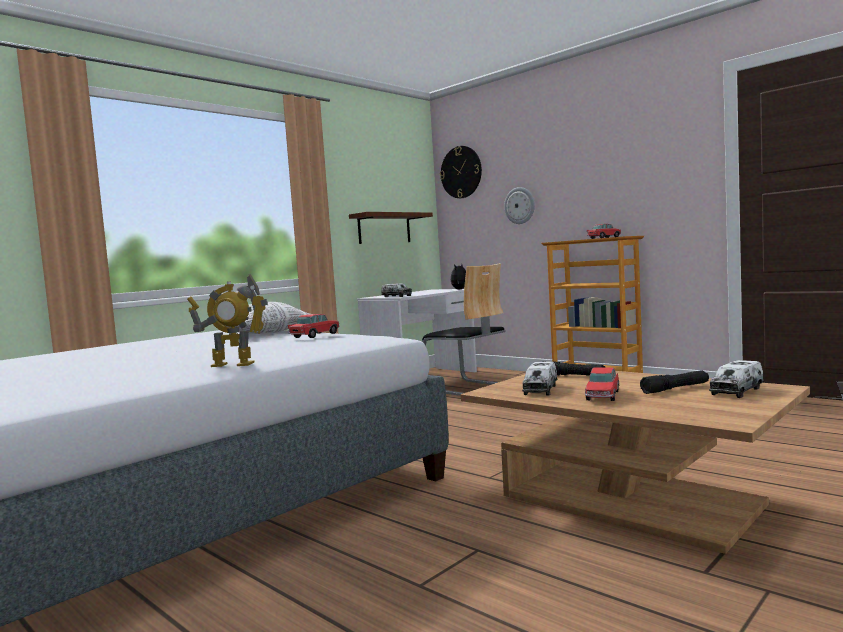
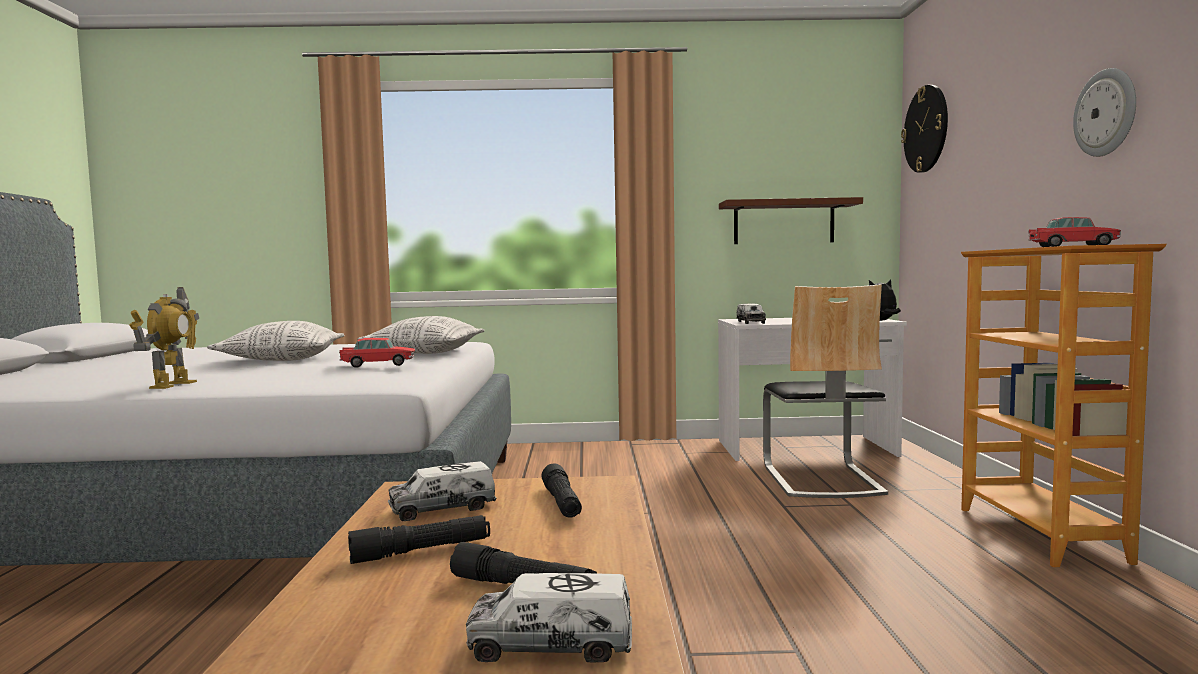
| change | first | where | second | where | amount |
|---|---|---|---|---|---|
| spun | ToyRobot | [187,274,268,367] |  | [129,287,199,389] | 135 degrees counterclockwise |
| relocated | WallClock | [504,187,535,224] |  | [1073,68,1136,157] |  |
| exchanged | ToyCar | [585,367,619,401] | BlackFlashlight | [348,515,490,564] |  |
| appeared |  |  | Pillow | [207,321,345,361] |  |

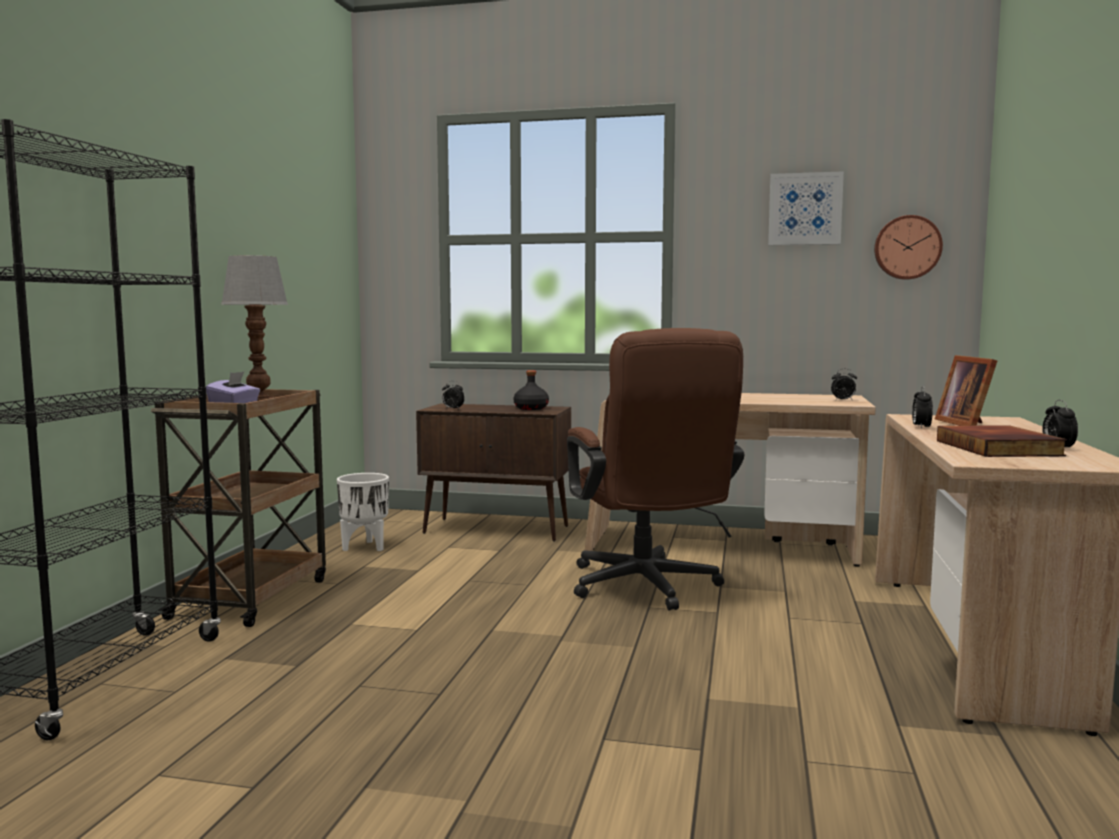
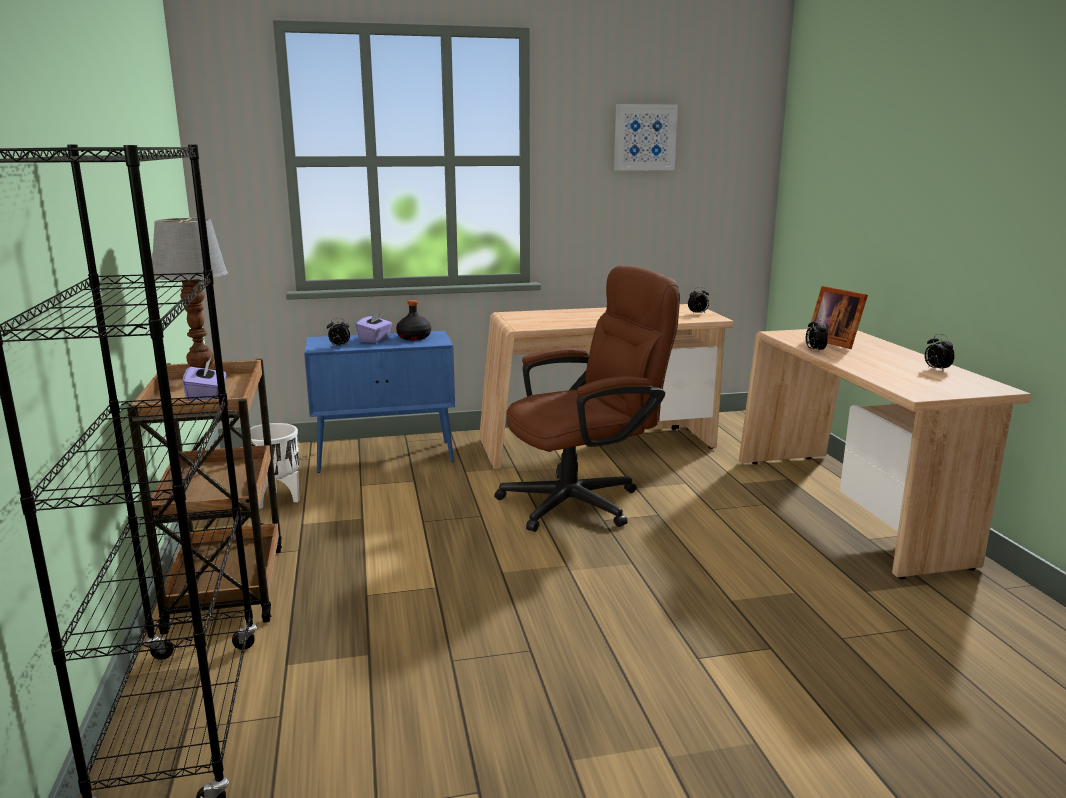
| change | first | where | second | where | amount |
|---|---|---|---|---|---|
| colour | BrownCabinet | [416,404,571,542] | BlueCabinet | [304,331,455,473] |  |
| spun | BrownOfficeChair | [567,328,744,610] |  | [494,265,680,532] | 75 degrees counterclockwise |
| missing | WallClock | [874,215,943,280] |  |  |  |
| missing | Book | [937,425,1067,457] |  |  |  |
| appeared |  |  | PurpleTissueBox | [355,311,392,343] |  |

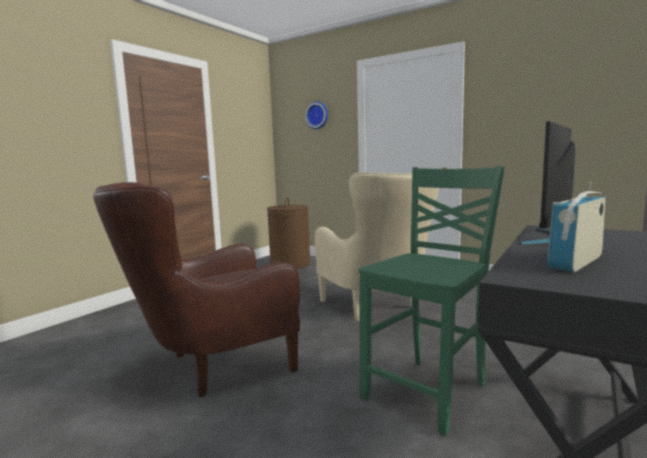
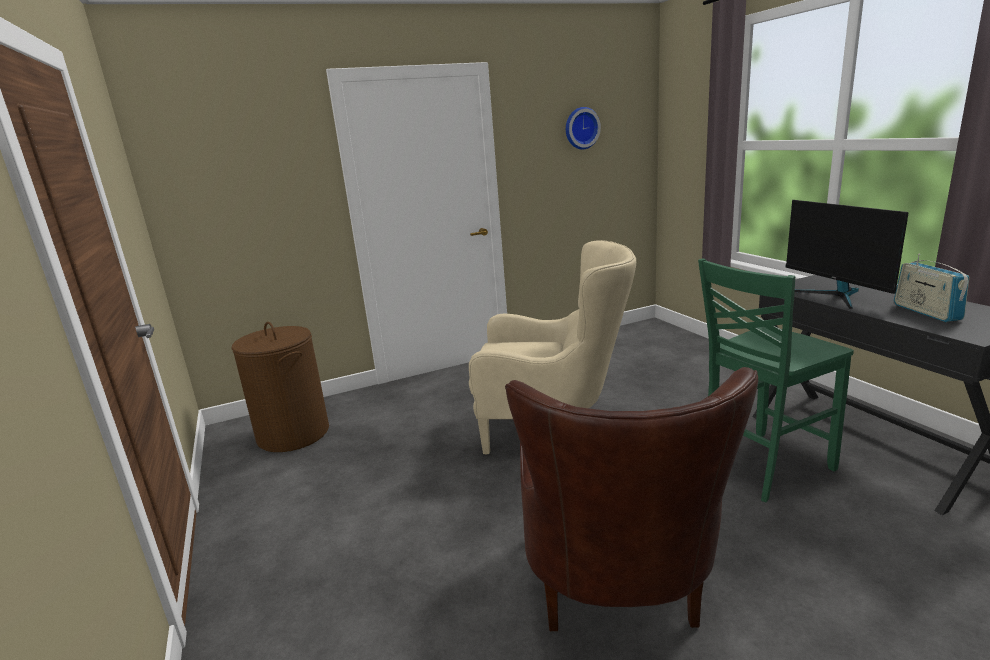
| change | first | where | second | where | amount |
|---|---|---|---|---|---|
| relocated | WallClock | [305,101,328,129] |  | [566,107,601,149] |  |
| spun | GreenChair | [359,166,505,436] |  | [698,258,854,502] | 105 degrees counterclockwise |

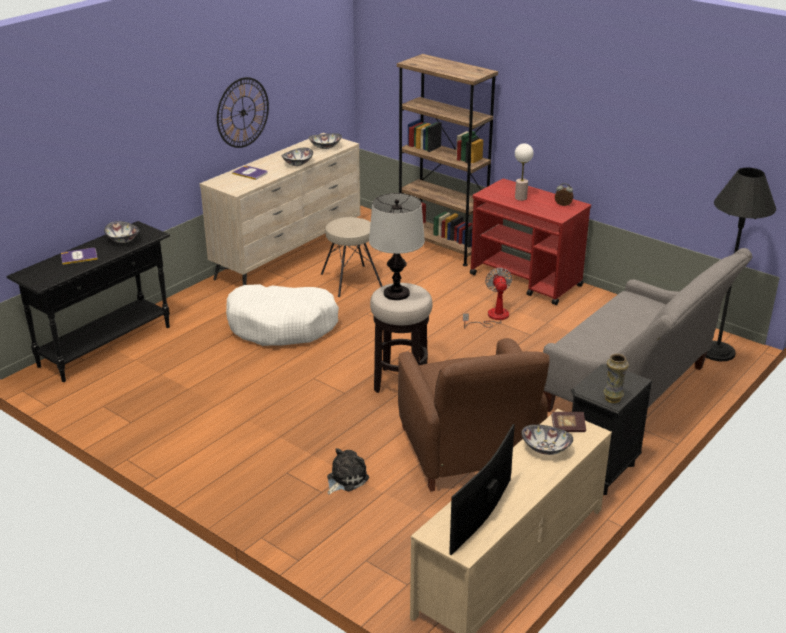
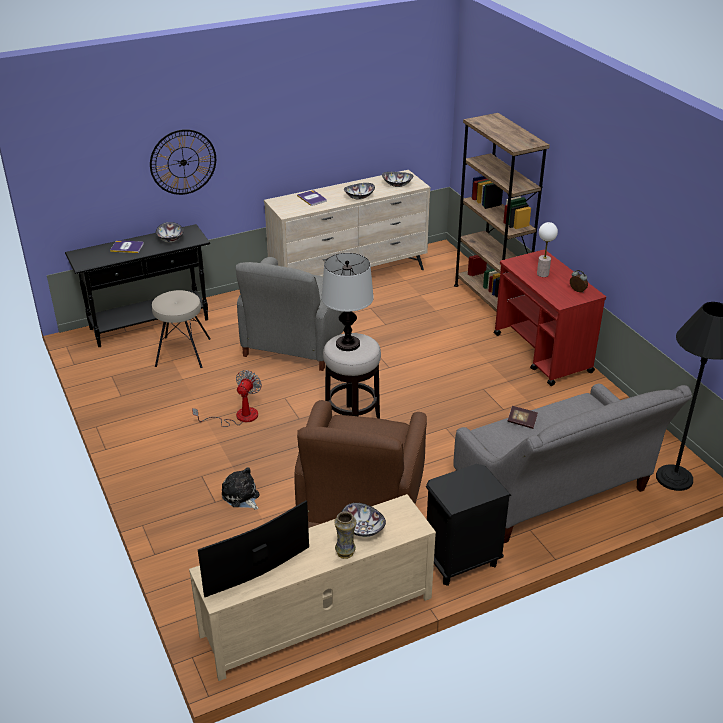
| change | first | where | second | where | amount |
|---|---|---|---|---|---|
| relocated | WallClock | [217,77,269,148] |  | [150,129,216,195] |  |
| exchanged | WhiteDogBed | [226,284,339,346] | GreyArmchair | [236,257,345,371] |  |
| relocated | BeigeStool | [321,217,382,297] |  | [152,290,210,368] |  |
| spun | PlushToy | [327,448,369,495] |  | [222,467,260,510] | 105 degrees counterclockwise |
| relocated | Fan | [463,268,512,329] |  | [192,370,262,427] |  |
| relocated | Book | [551,412,586,432] |  | [507,406,538,429] |  |
| relocated | Vase | [604,354,629,403] |  | [334,511,357,559] |  |

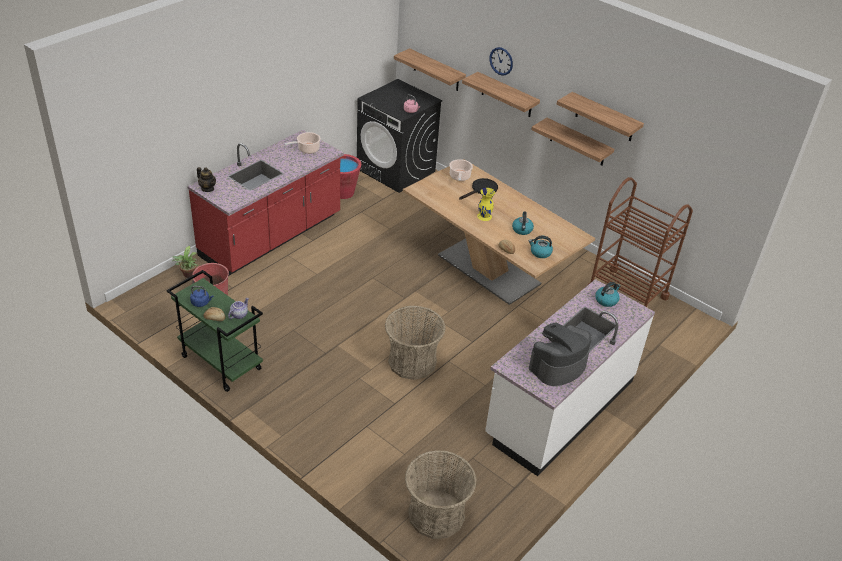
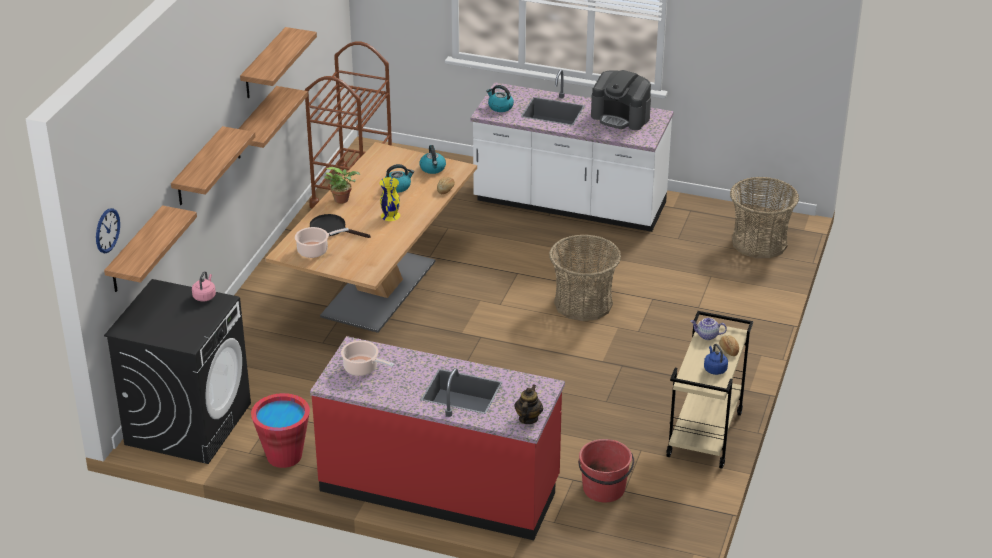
| change | first | where | second | where | amount |
|---|---|---|---|---|---|
| colour | GreenCart | [167,270,263,392] | BeigeCart | [666,311,753,469] |  |
| relocated | PottedPlant | [172,246,198,278] |  | [324,167,360,204] |  |
| relocated | WallClock | [489,47,513,76] |  | [96,208,120,253] |  |

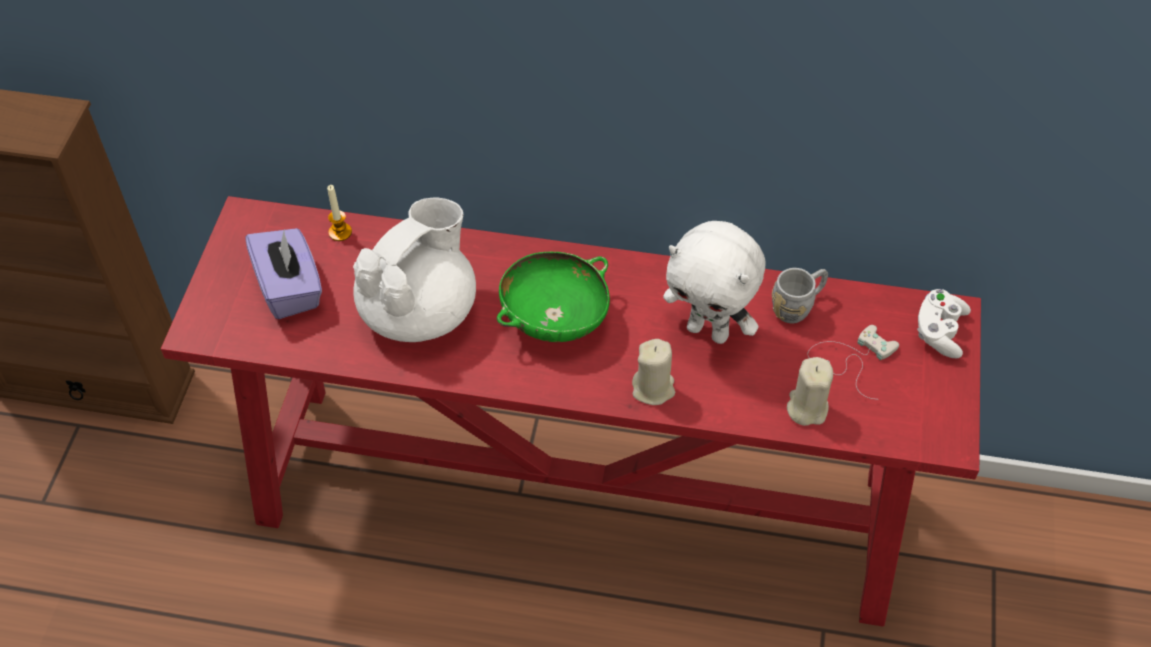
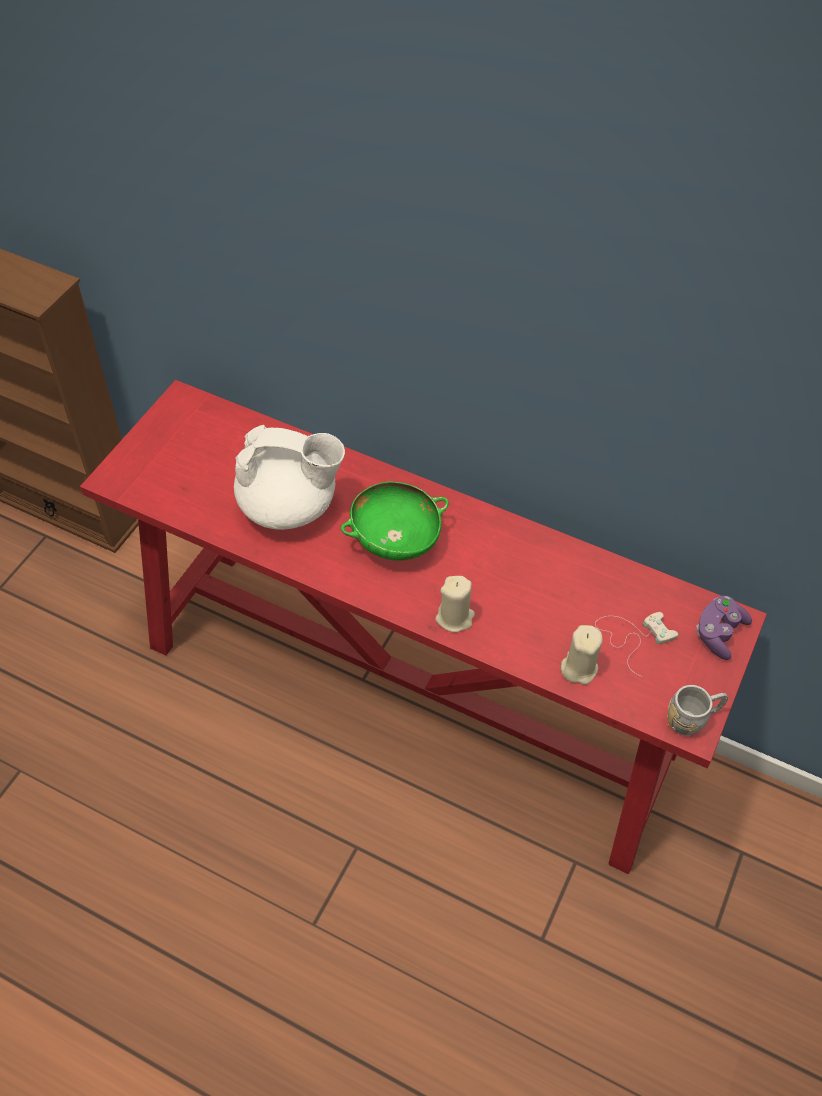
| change | first | where | second | where | amount |
|---|---|---|---|---|---|
| missing | PurpleTissueBox | [245,228,322,319] |  |  |  |
| missing | Candle | [327,185,352,241] |  |  |  |
| spun | WhiteTeapot | [353,197,476,342] |  | [234,425,345,530] | 45 degrees clockwise |
| missing | WhitePlushToy | [663,221,765,344] |  |  |  |
| relocated | GreyMug | [772,268,828,324] |  | [667,685,728,736] |  |
| colour | WhiteGameController | [917,289,971,358] | PurpleGameController | [696,596,752,660] |  |

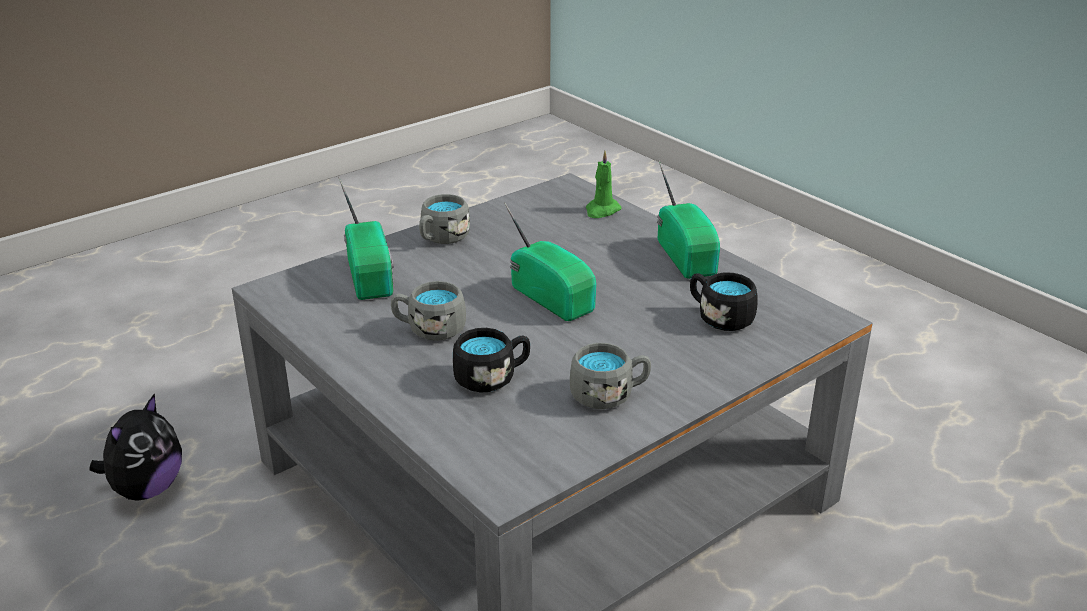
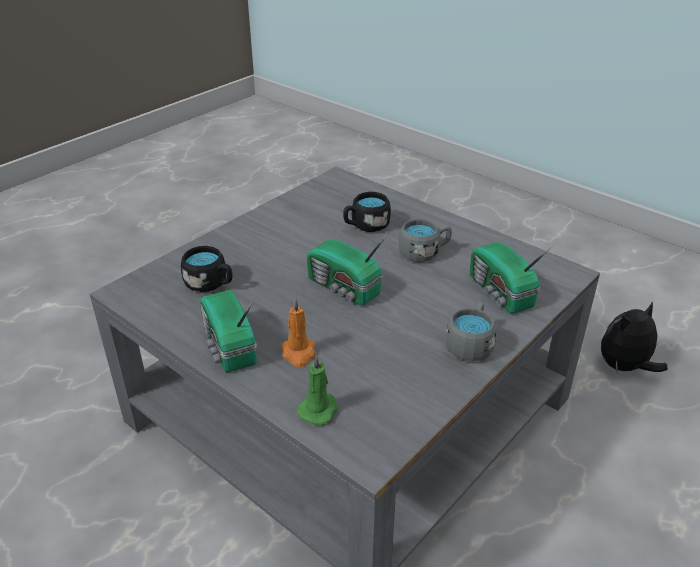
| change | first | where | second | where | amount |
|---|---|---|---|---|---|
| spun | PlushToy | [89,393,182,501] |  | [601,301,668,373] | 45 degrees clockwise |
| missing | GreyMug | [570,343,651,409] |  |  |  |
| appeared |  |  | OrangeCandle | [281,298,315,367] |  |

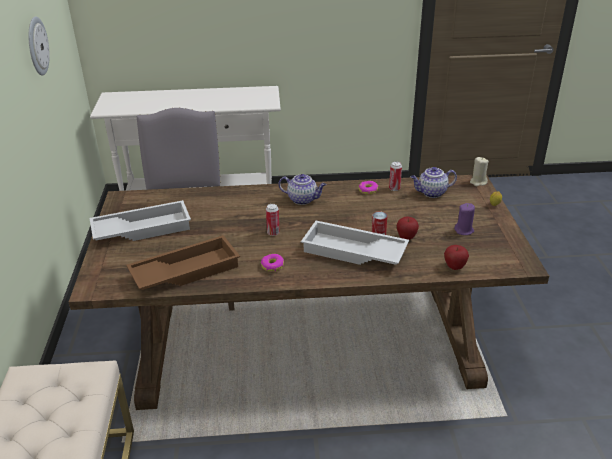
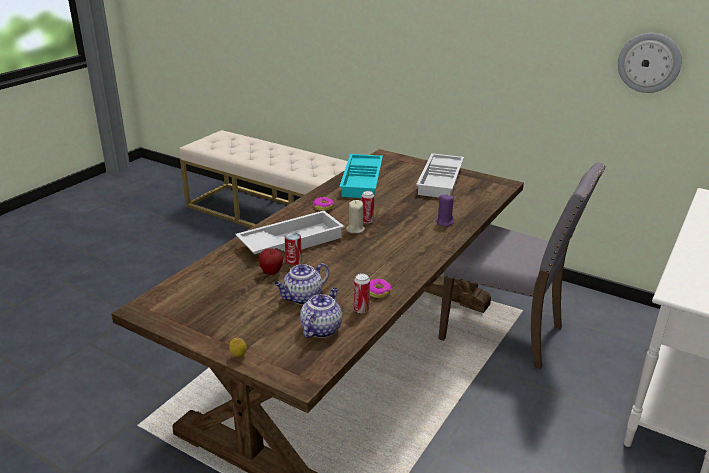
| change | first | where | second | where | amount |
|---|---|---|---|---|---|
| colour | BrownTray | [126,235,240,290] | TurquoiseTray | [339,154,383,198] |  |
| relocated | Teapot | [279,174,326,205] |  | [274,263,329,305] |  |
| missing | Apple | [444,245,469,270] |  |  |  |
| relocated | PurpleCandle | [454,203,475,235] |  | [436,194,454,227] |  |
| relocated | BeigeCandle | [470,157,489,186] |  | [346,200,365,233] |  |

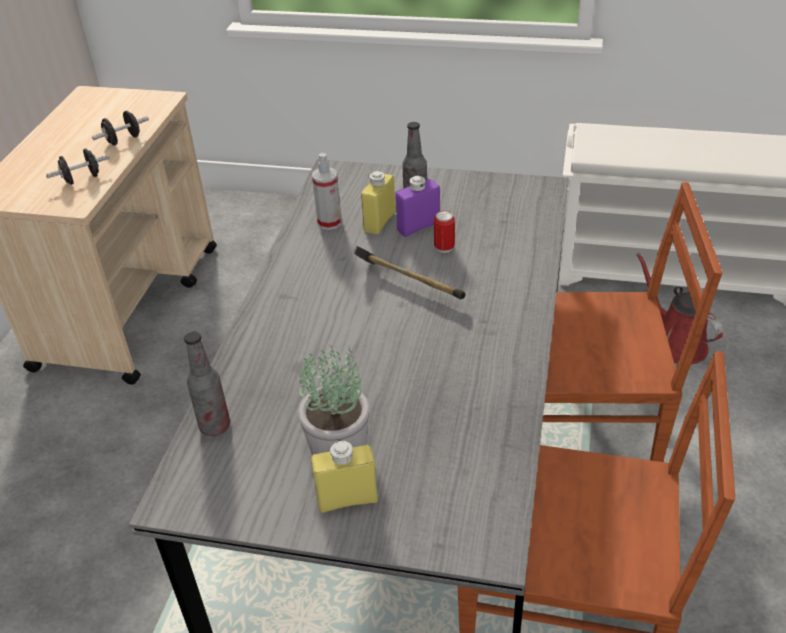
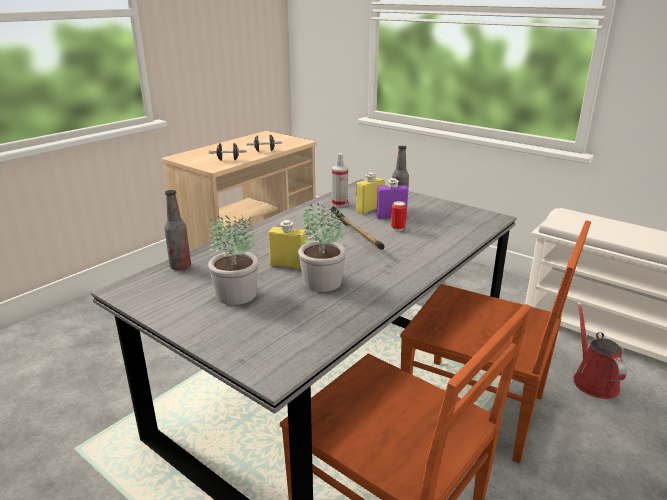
| change | first | where | second | where | amount |
|---|---|---|---|---|---|
| relocated | YellowBottle | [311,440,378,513] |  | [268,220,306,270] |  |
| appeared |  |  | PottedPlant | [298,203,346,292] |  |

